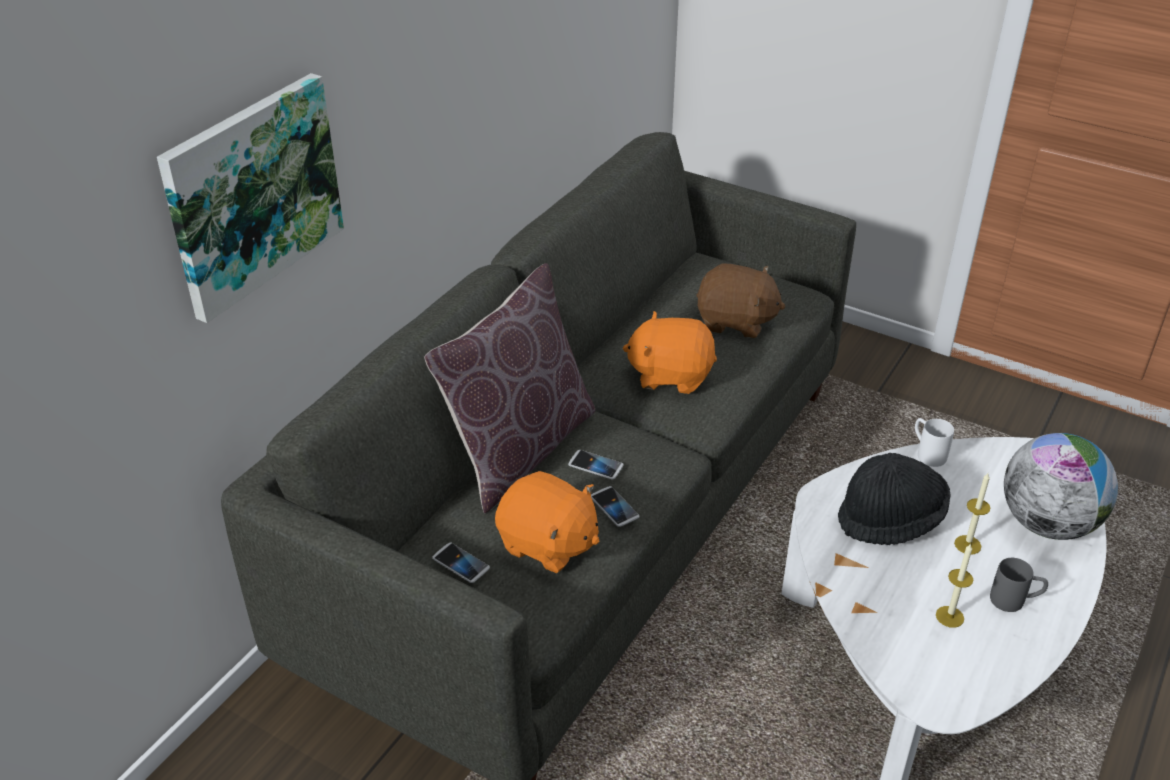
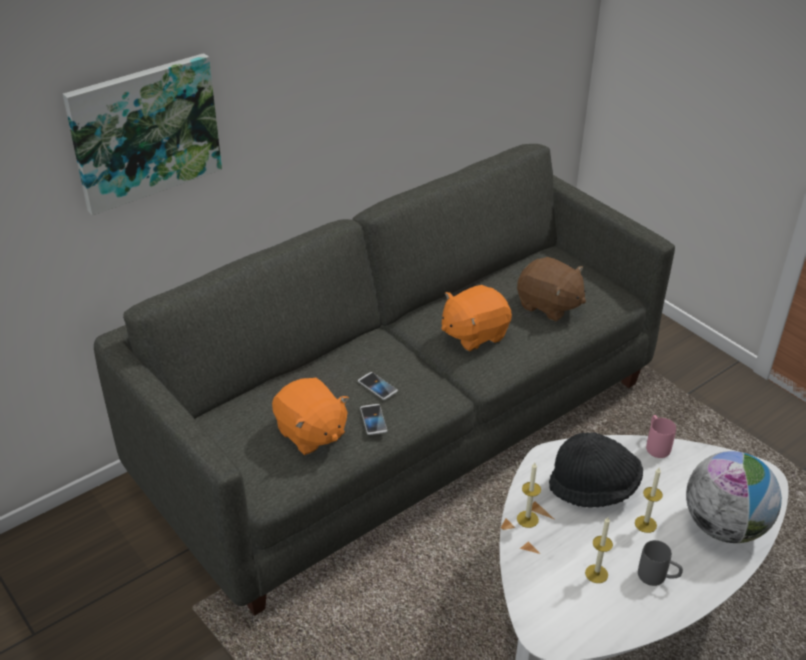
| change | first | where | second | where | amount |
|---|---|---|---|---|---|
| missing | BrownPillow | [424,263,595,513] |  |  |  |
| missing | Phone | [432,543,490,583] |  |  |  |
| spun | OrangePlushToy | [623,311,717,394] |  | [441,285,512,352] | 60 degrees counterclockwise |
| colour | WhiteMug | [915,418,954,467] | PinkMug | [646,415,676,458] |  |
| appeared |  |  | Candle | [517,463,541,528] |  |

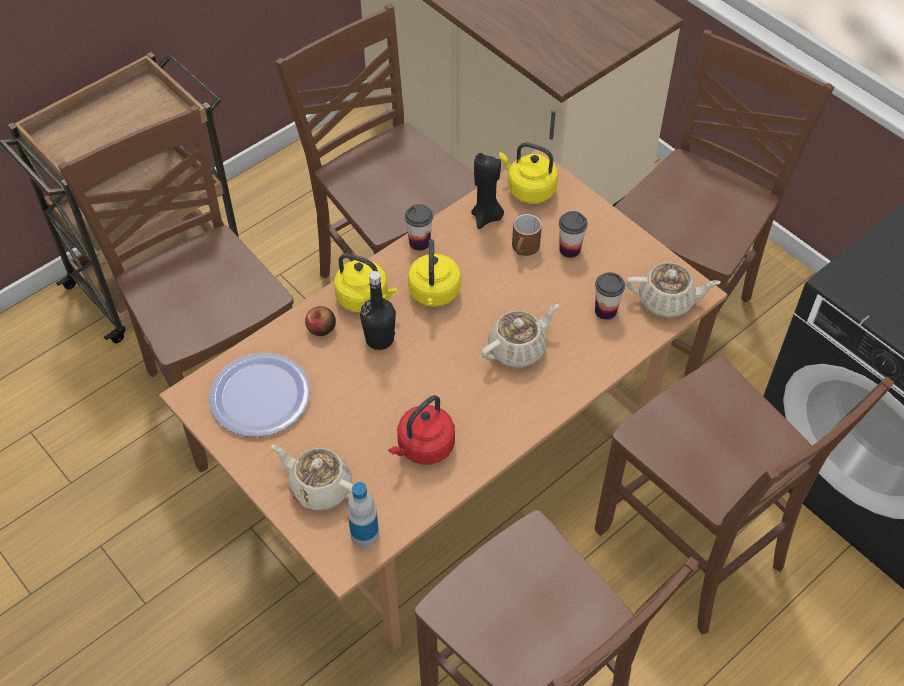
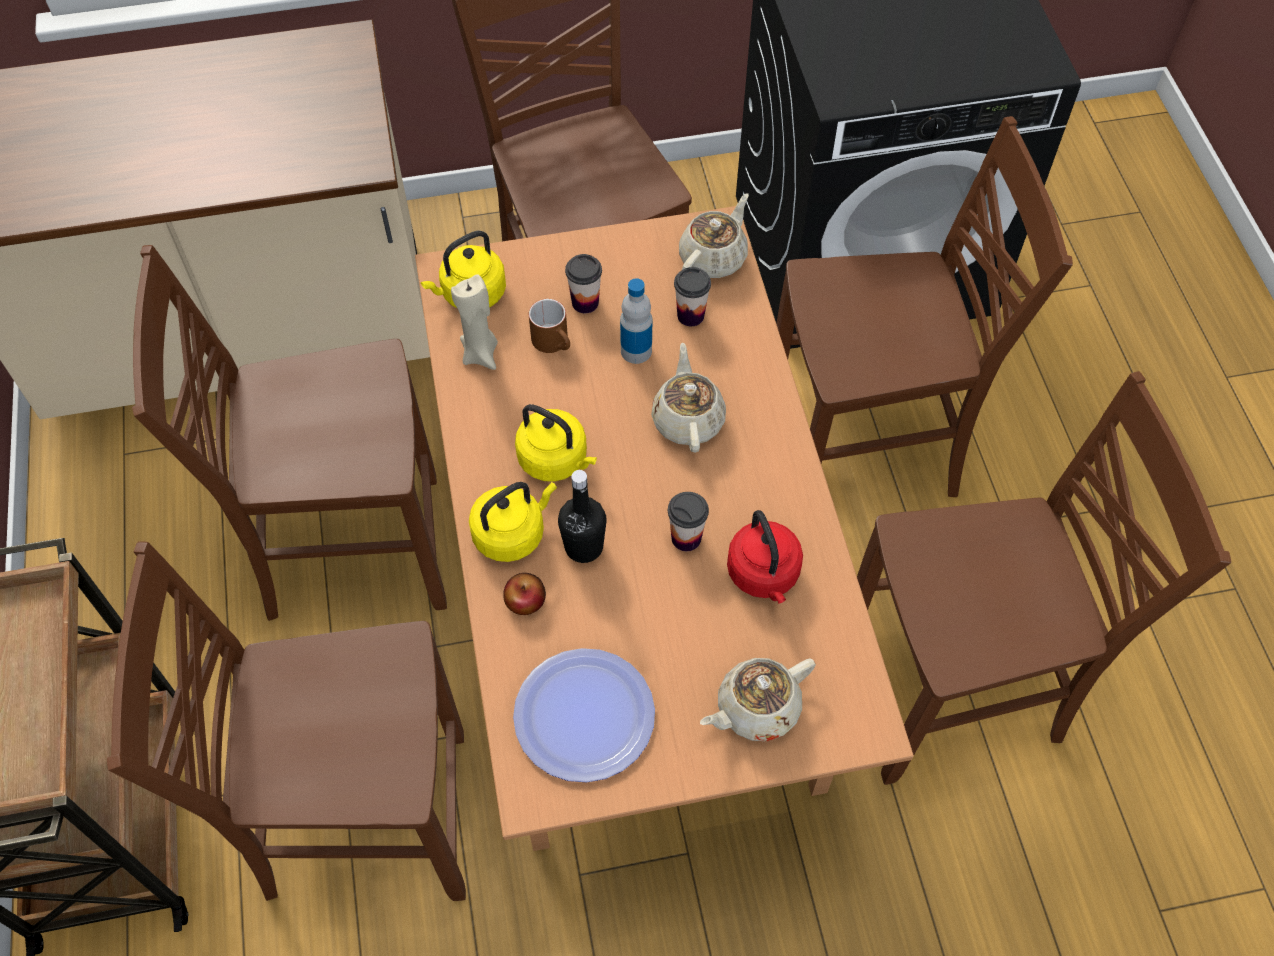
| change | first | where | second | where | amount |
|---|---|---|---|---|---|
| relocated | Bottle | [348,482,379,548] |  | [620,278,652,364] |  |
| relocated | Cup | [405,204,433,251] |  | [668,492,709,551] |  |
| colour | BlackCandle | [471,153,504,229] | BeigeCandle | [451,274,498,370] |  |

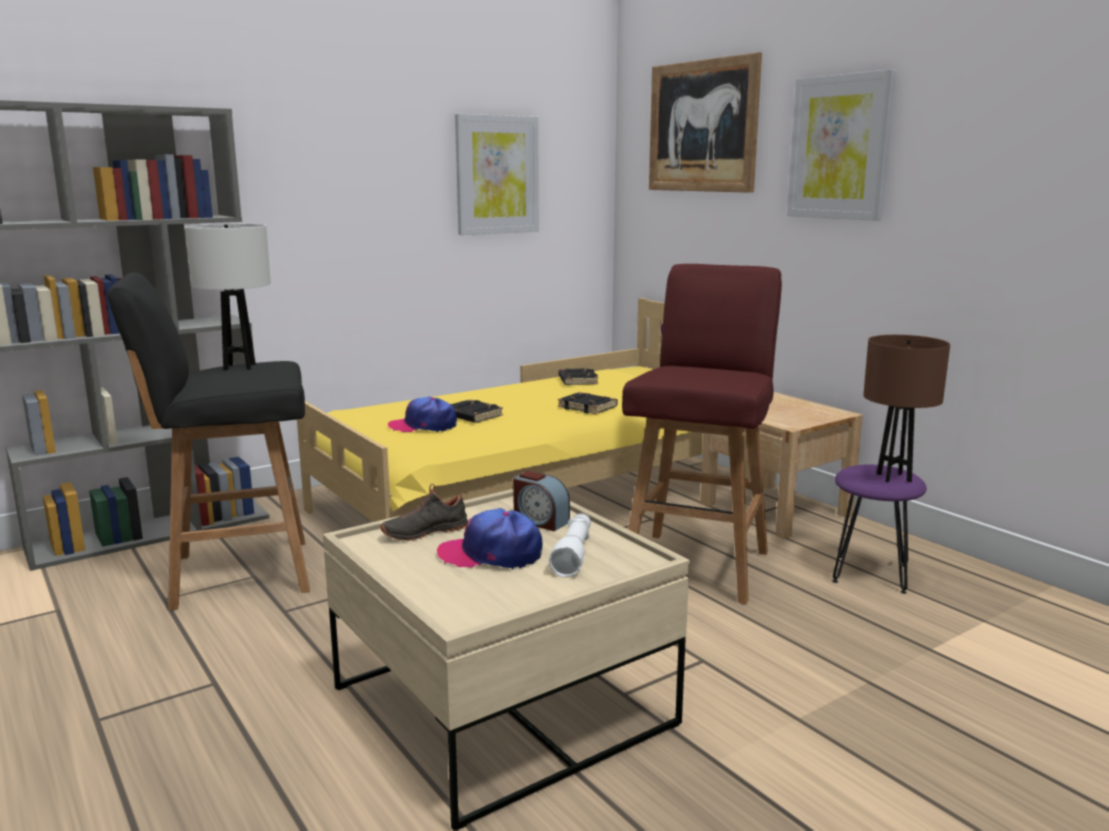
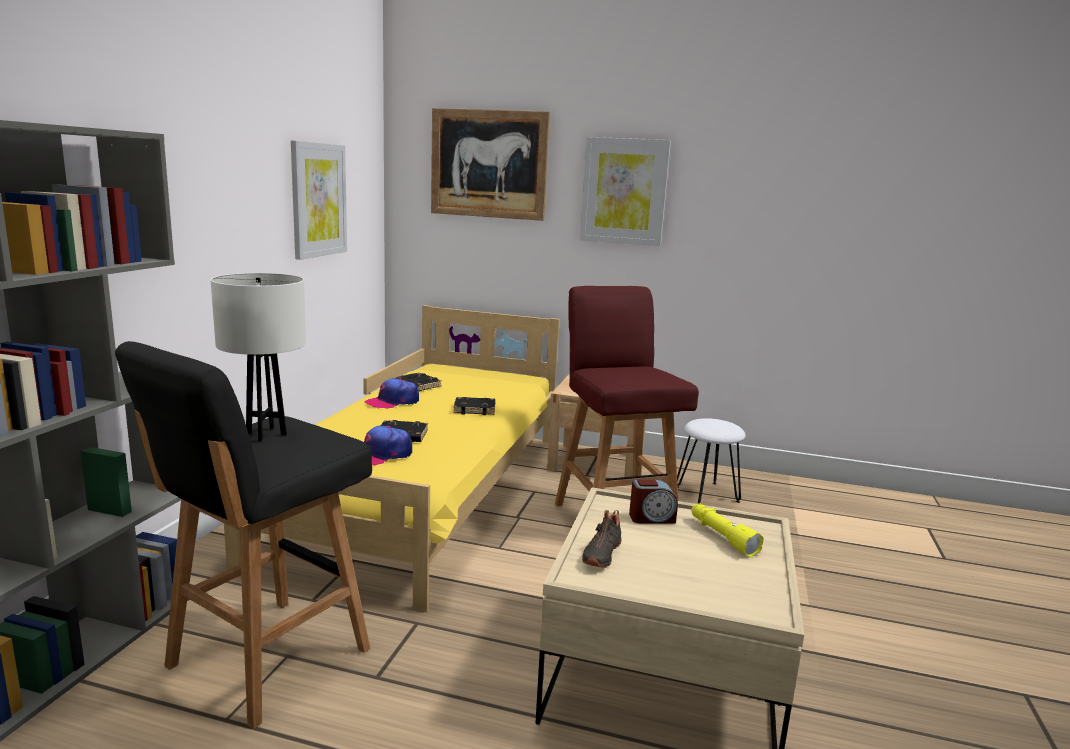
| change | first | where | second | where | amount |
|---|---|---|---|---|---|
| relocated | Cap | [437,508,542,569] |  | [365,378,419,409] |  |
| colour | WhiteFlashlight | [549,513,591,577] | YellowFlashlight | [691,504,764,557] |  |
| colour | PurpleStool | [832,465,927,594] | WhiteStool | [677,418,746,504] |  |
| missing | BrownTableLamp | [863,335,950,483] |  |  |  |

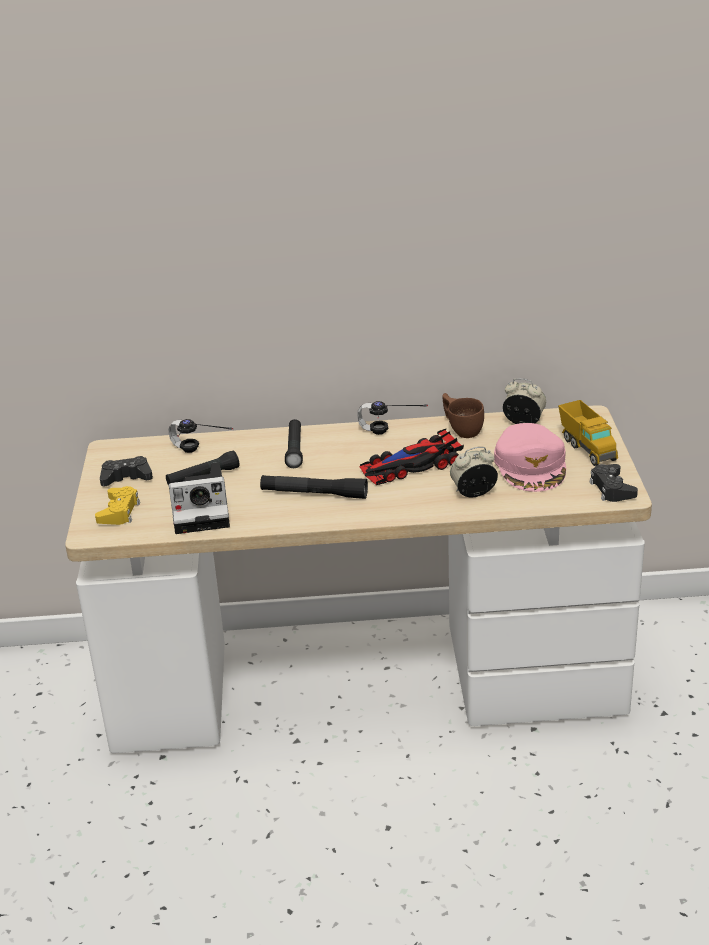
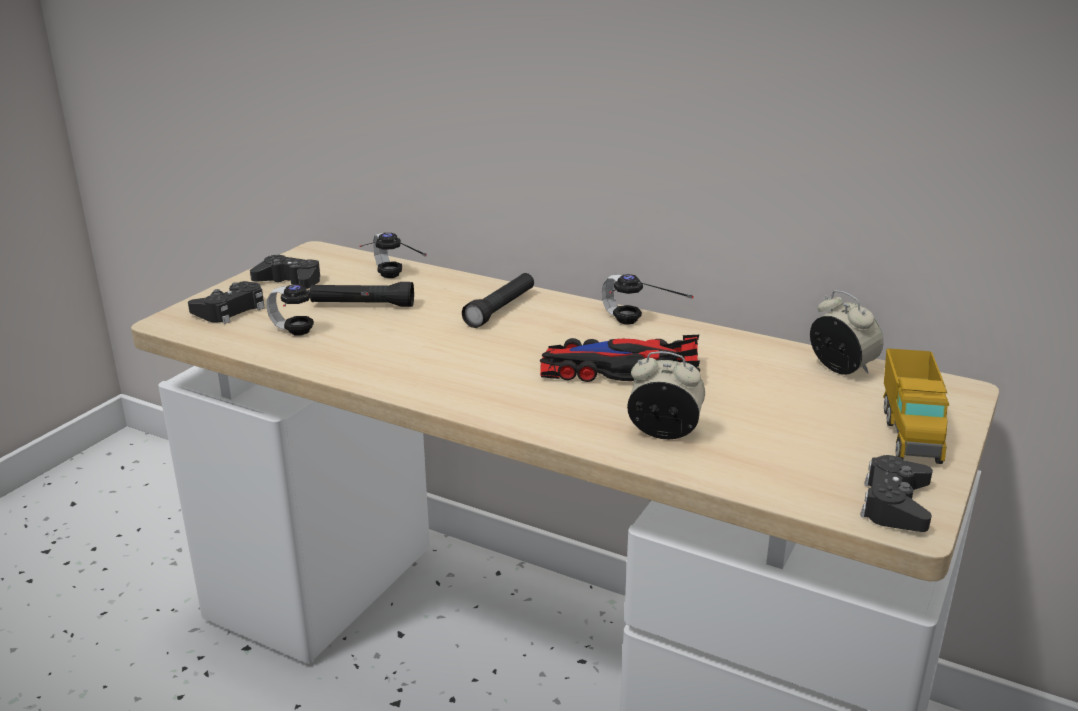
| change | first | where | second | where | amount |
|---|---|---|---|---|---|
| colour | YellowGameController | [95,486,140,525] | BlackGameController | [188,281,265,324] |  |
| exchanged | PhotoCamera | [169,462,230,534] | Headphones | [267,284,369,335] |  |
| missing | BlackFlashlight | [260,475,368,499] |  |  |  |
| missing | BrownCup | [442,393,484,438] |  |  |  |
| missing | PinkCap | [494,423,566,492] |  |  |  |

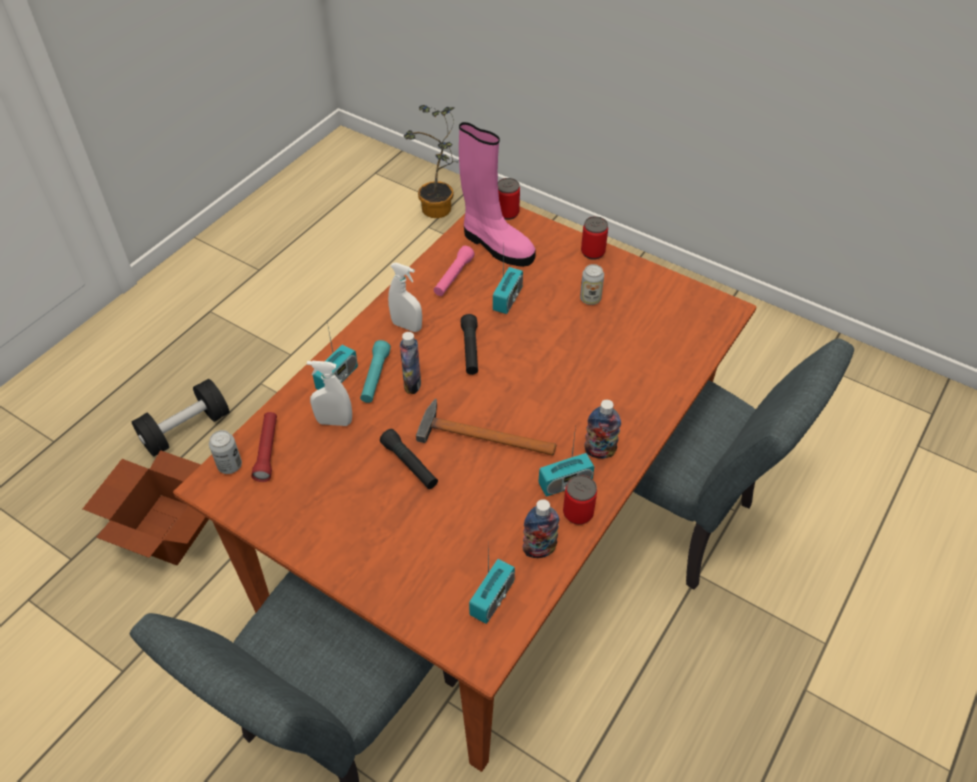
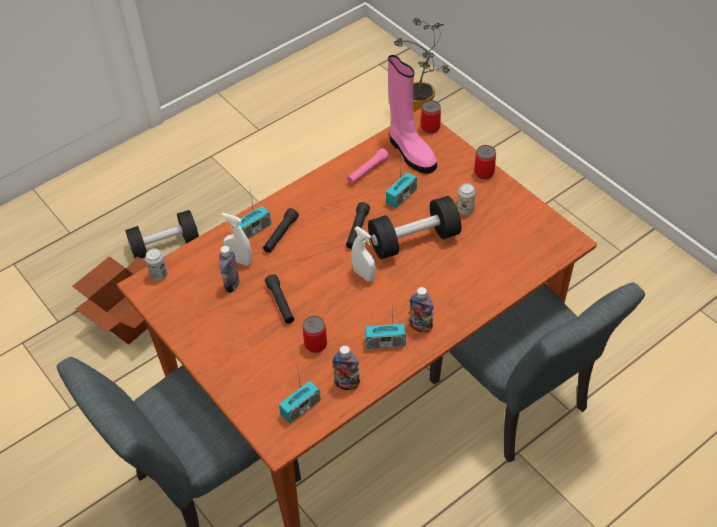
| change | first | where | second | where | amount |
|---|---|---|---|---|---|
| missing | RedFlashlight | [252,412,277,482] |  |  |  |
| colour | TurquoiseFlashlight | [360,340,391,403] | BlackFlashlight | [263,208,299,253] |  |
| relocated | WhiteSprayBottle | [388,263,422,332] |  | [352,227,376,282] |  |
| relocated | Bottle | [400,332,421,394] |  | [219,246,240,293] |  |
| missing | Hammer | [416,399,556,456] |  |  |  |
| relocated | Can | [563,475,597,525] |  | [302,316,327,353] |  |
| appeared |  |  | BlackDumbbell | [368,196,462,259] |  |

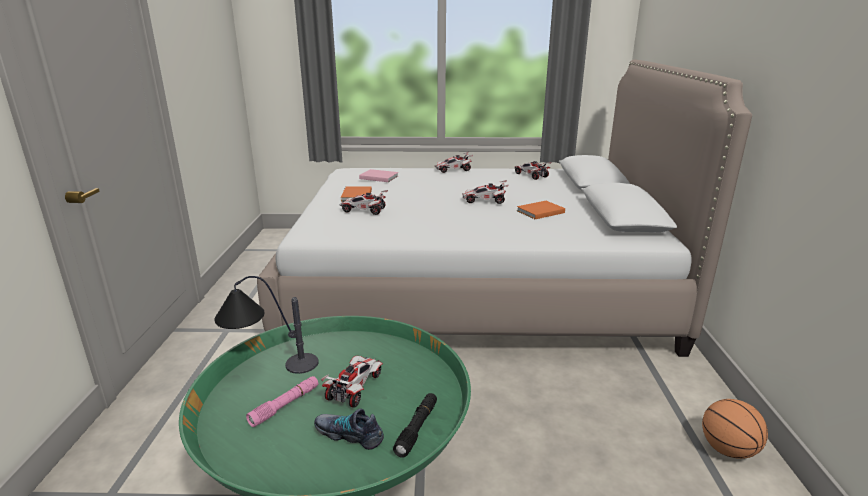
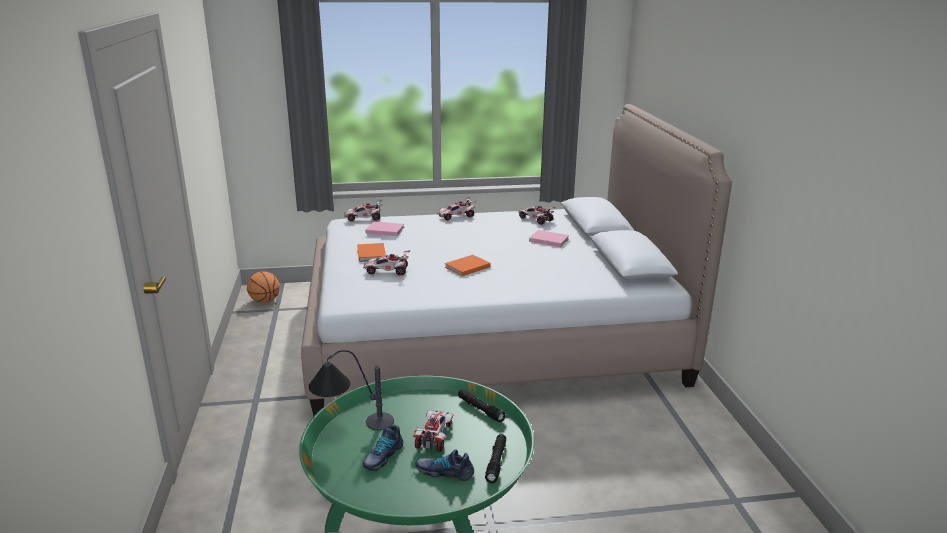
| change | first | where | second | where | amount |
|---|---|---|---|---|---|
| exchanged | PinkFlashlight | [246,376,318,427] | Shoe | [363,424,403,471] |  |
| relocated | ToyCar | [463,180,508,204] |  | [344,200,383,221] |  |
| relocated | OrangeBook | [517,201,565,219] |  | [445,255,491,276] |  |
| relocated | Basketball | [702,399,768,459] |  | [247,271,280,303] |  |
| appeared |  |  | BlackFlashlight | [458,389,506,422] |  |
| appeared |  |  | PinkBook | [529,230,569,247] |  |

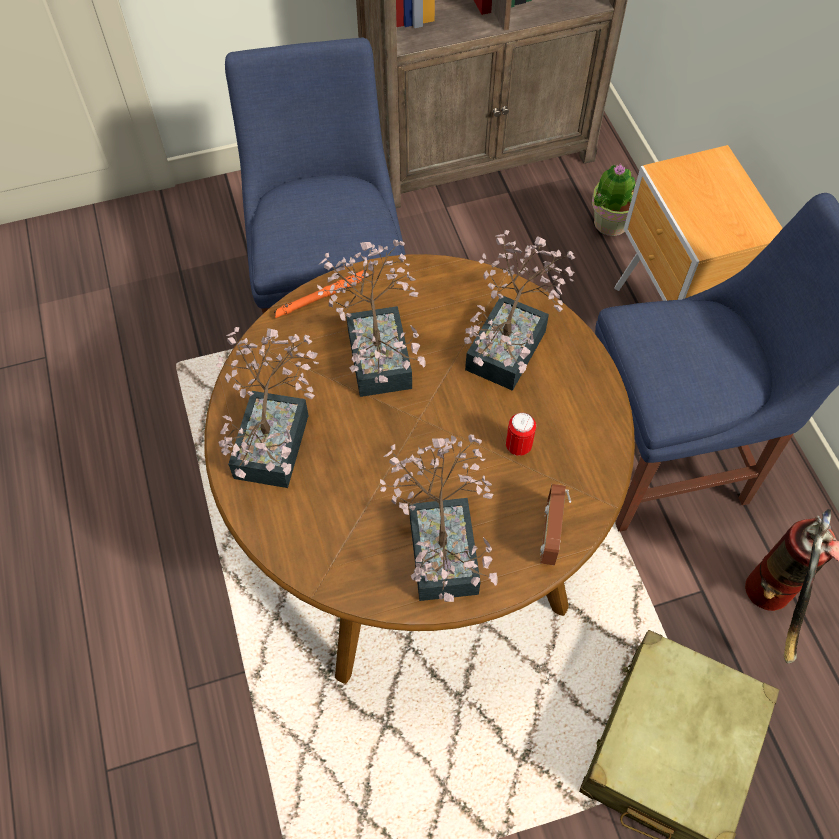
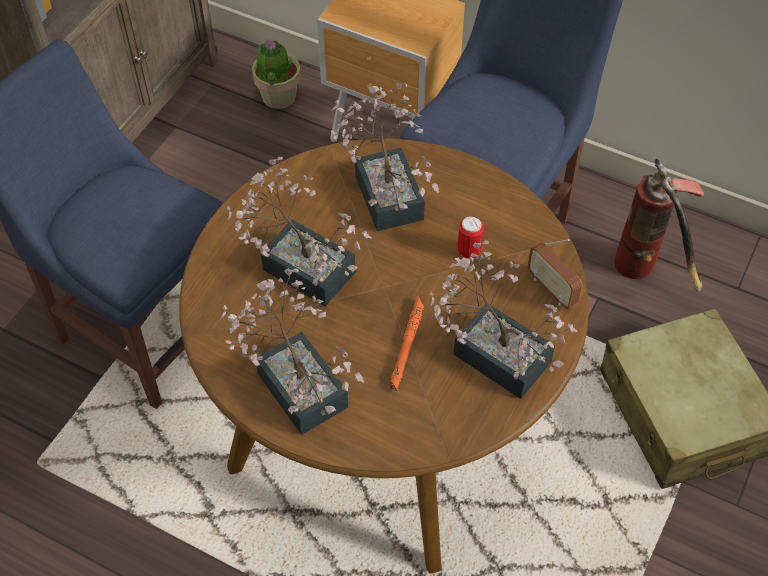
| change | first | where | second | where | amount |
|---|---|---|---|---|---|
| relocated | OrangeFlashlight | [274,269,367,318] |  | [390,295,424,391] |  |

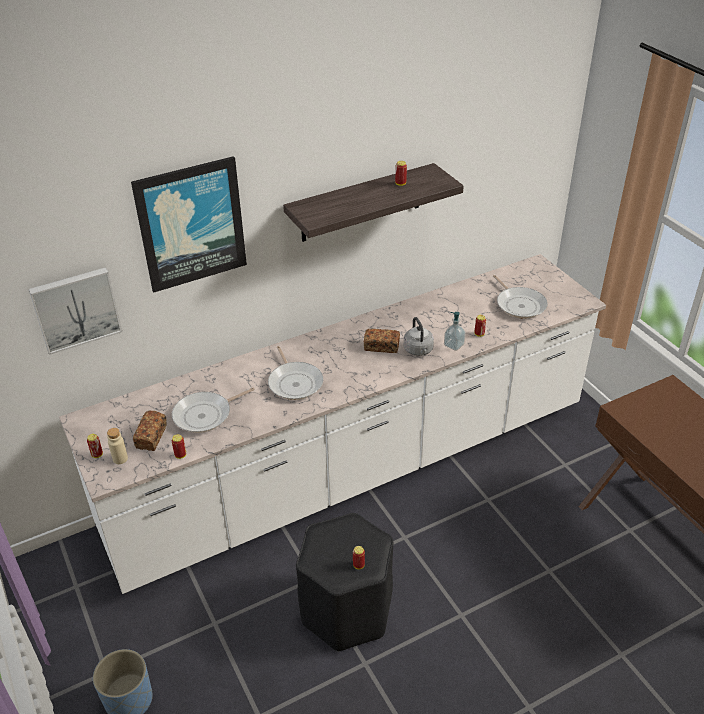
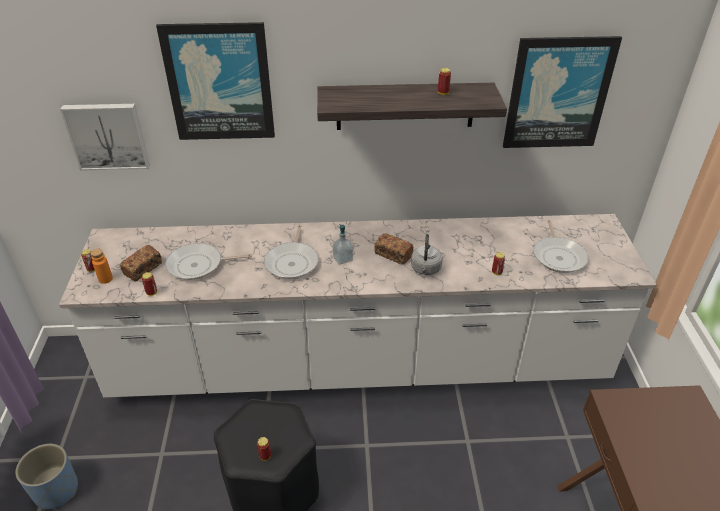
| change | first | where | second | where | amount |
|---|---|---|---|---|---|
| colour | BeigeBottle | [107,428,128,464] | OrangeBottle | [91,249,113,284] |  |
| relocated | SoapDispenser | [444,312,466,351] |  | [333,224,353,264] |  |
| appeared |  |  | Picture | [503,36,622,148] |  |

